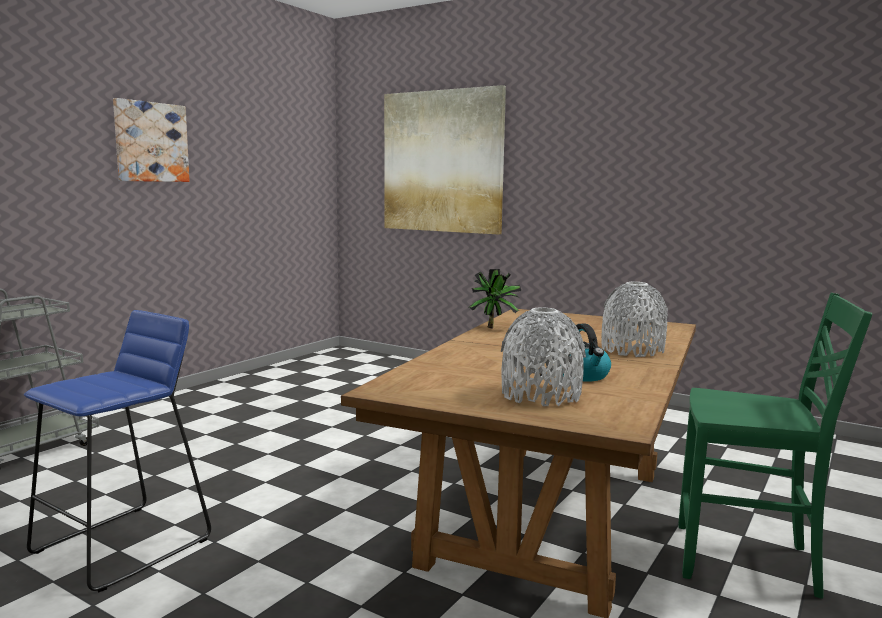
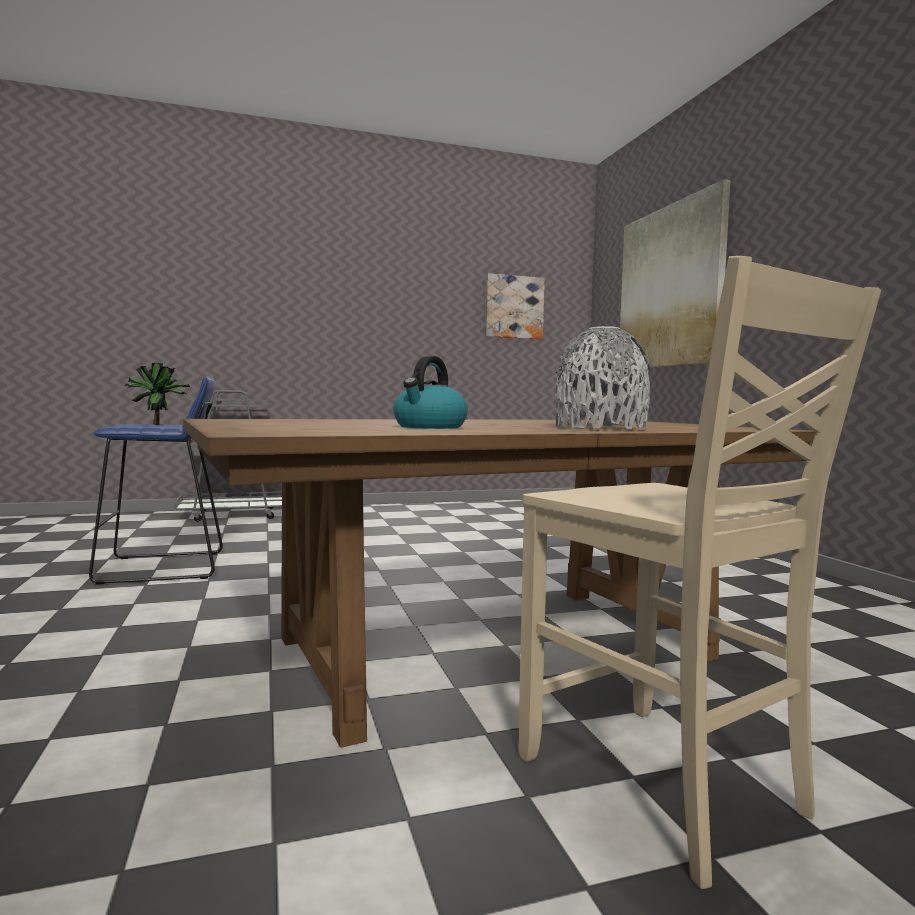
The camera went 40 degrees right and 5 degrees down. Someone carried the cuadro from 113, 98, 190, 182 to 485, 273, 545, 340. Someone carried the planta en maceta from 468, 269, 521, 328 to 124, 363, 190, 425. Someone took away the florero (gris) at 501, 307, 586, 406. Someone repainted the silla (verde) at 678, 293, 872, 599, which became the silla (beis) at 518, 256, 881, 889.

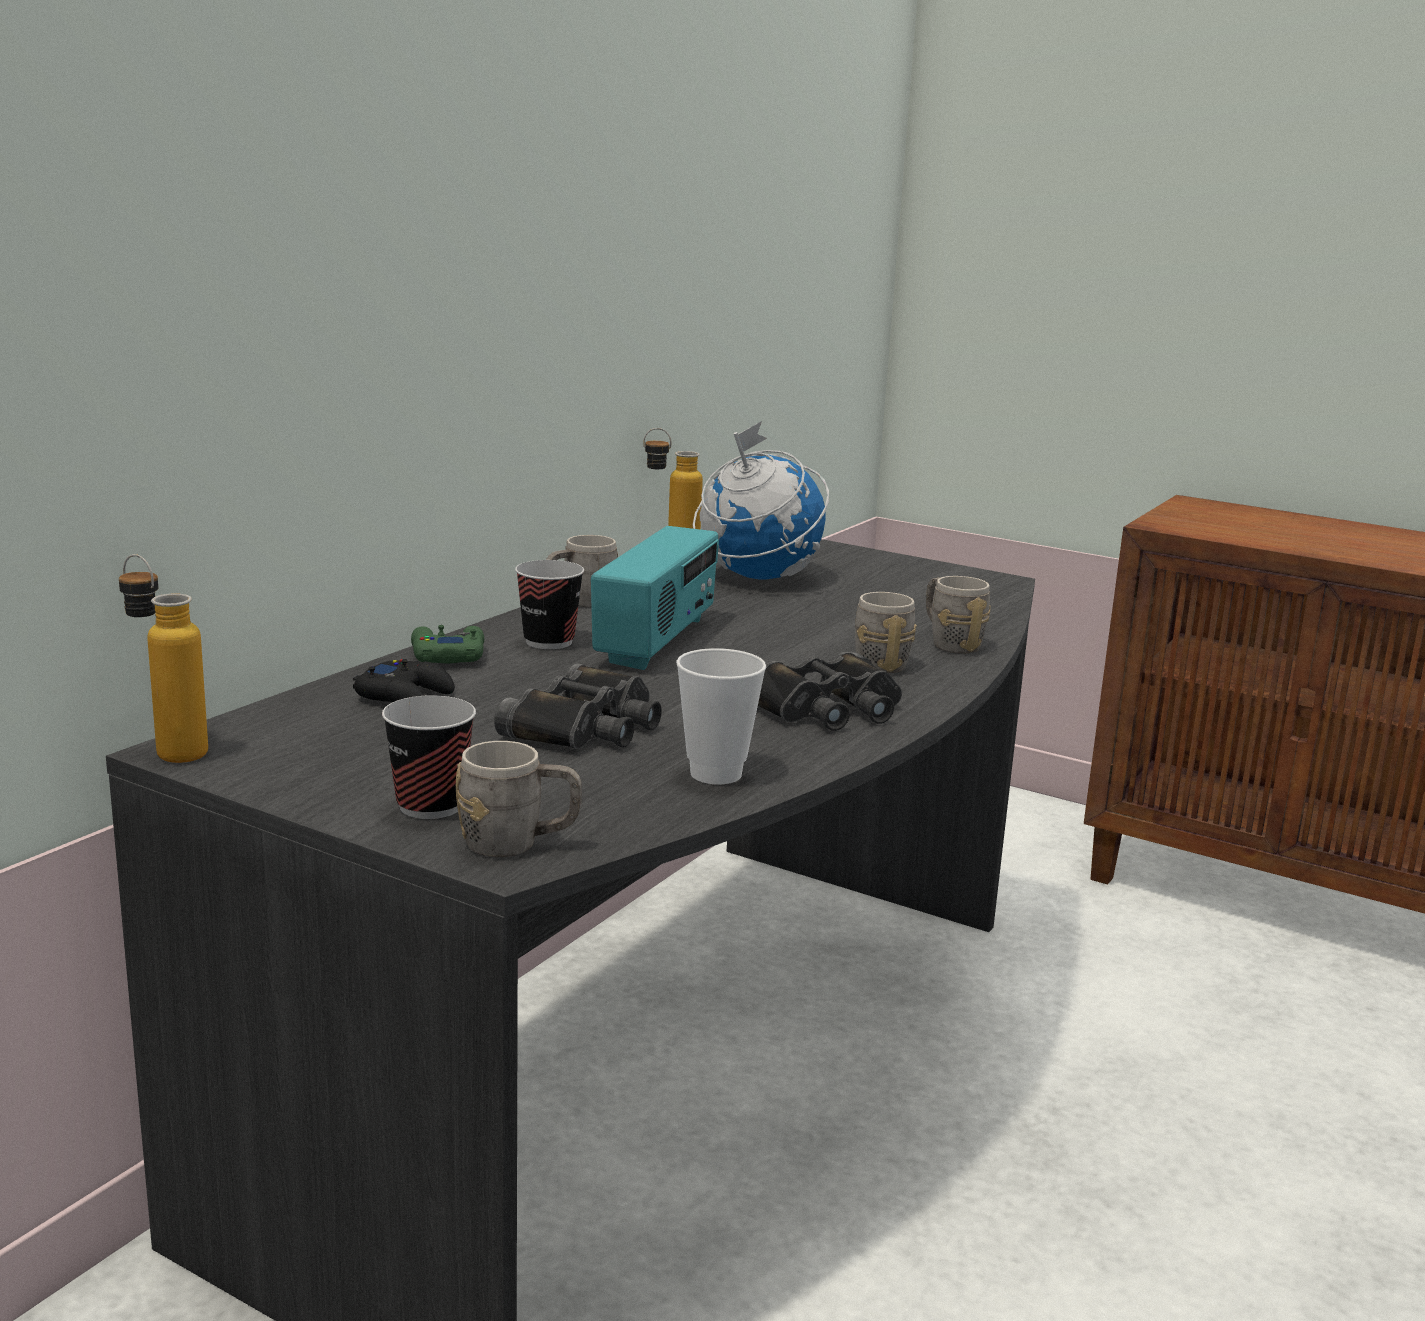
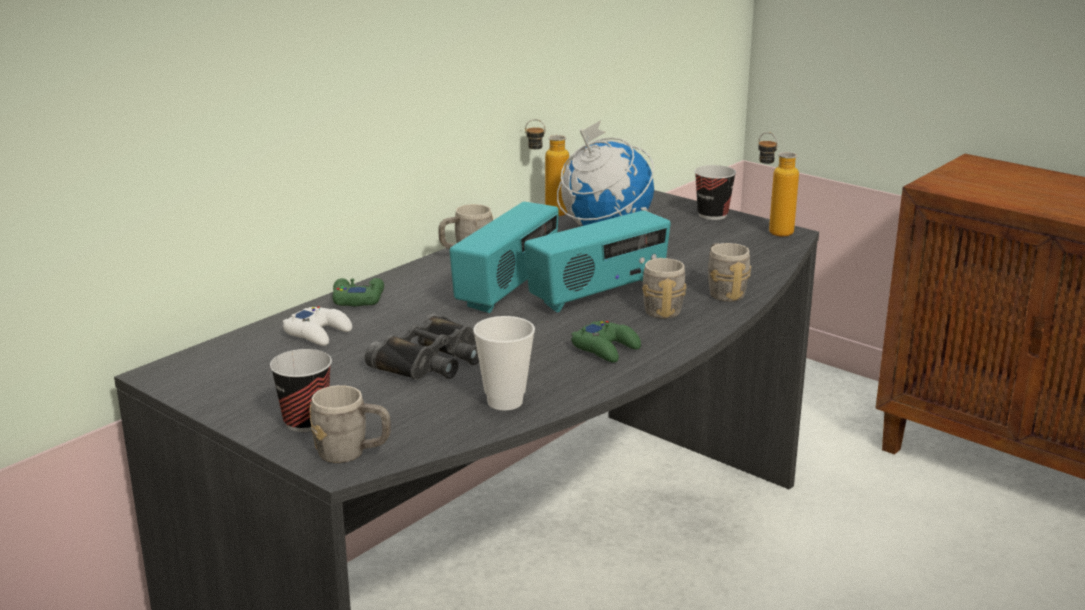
The camera went 10 degrees right and 5 degrees up. Someone carried the botella from 119, 554, 208, 763 to 758, 132, 799, 237. Someone repainted the mando de consola (negro) at 353, 659, 455, 702, which became the mando de consola (blanco) at 283, 307, 352, 346. Someone carried the taza from 515, 560, 584, 649 to 694, 165, 736, 220. Someone swapped the prismáticos (negro) at 758, 652, 902, 731 for the mando de consola (verde) at 571, 321, 641, 363. Someone put down the radio at 524, 210, 671, 313.

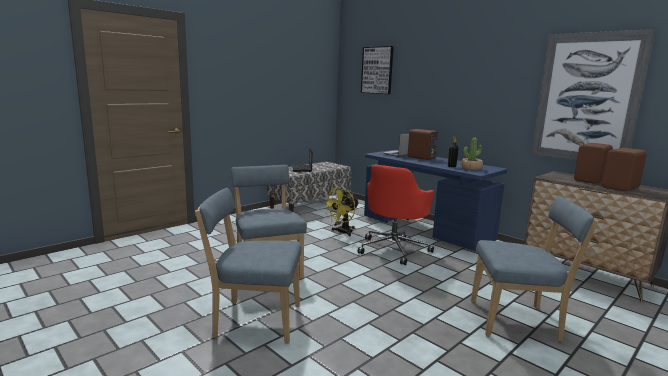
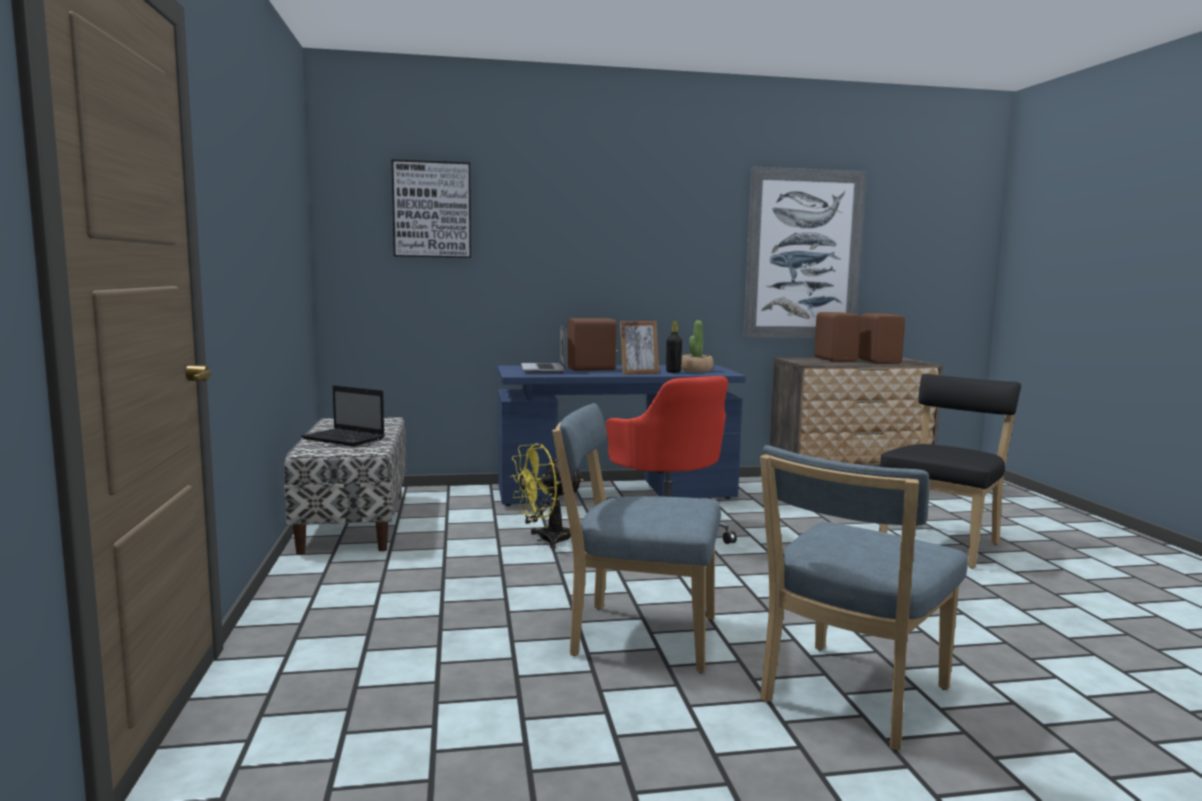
The camera went 55 degrees left and 5 degrees down. Someone rotated the ventilador (amarillo) at 323, 187, 359, 236 by 75 degrees clockwise. Someone repainted the silla (azul) at 471, 196, 598, 342, which became the silla (negro) at 879, 374, 1021, 569. Someone put down the portarretratos at 620, 321, 659, 375.

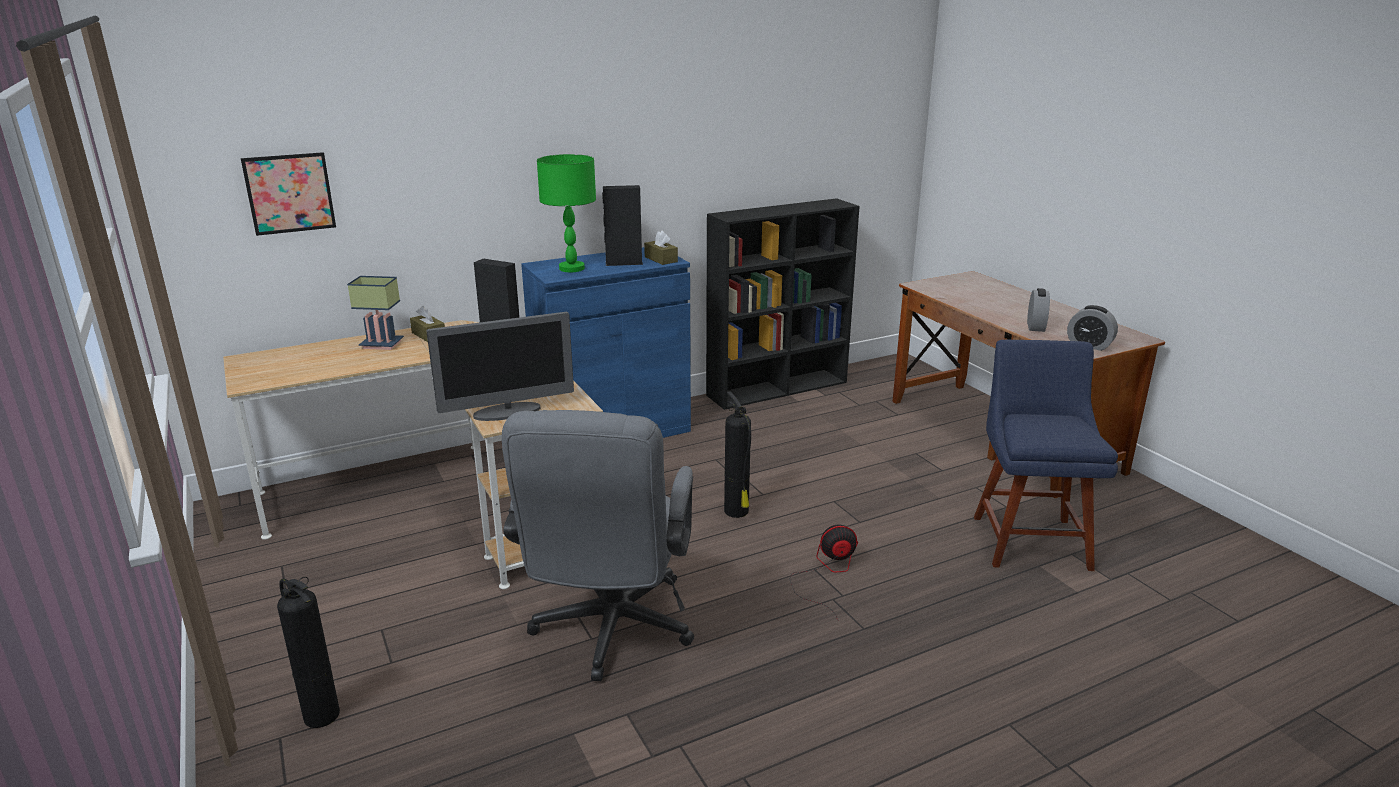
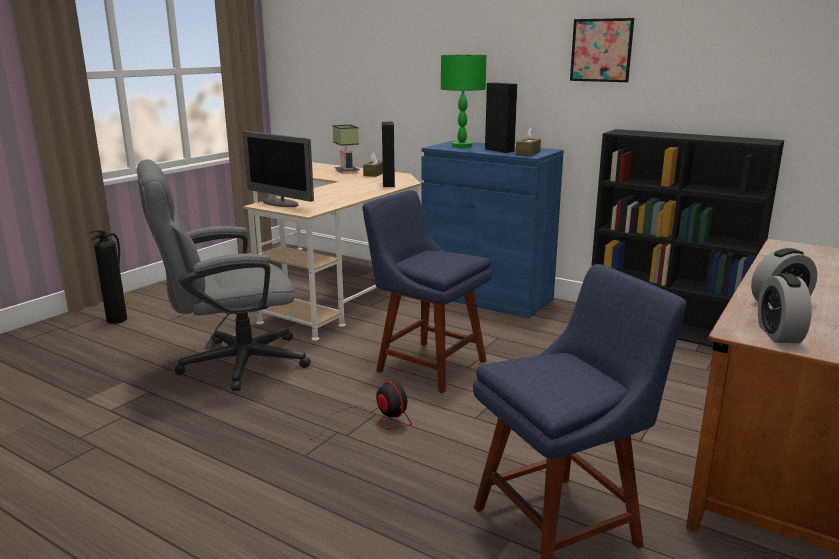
The camera went 60 degrees right and 5 degrees down. Someone carried the cuadro from 241, 152, 336, 236 to 570, 18, 634, 82. Someone swapped the extintor at 724, 391, 751, 518 for the silla (azul) at 362, 190, 492, 393.

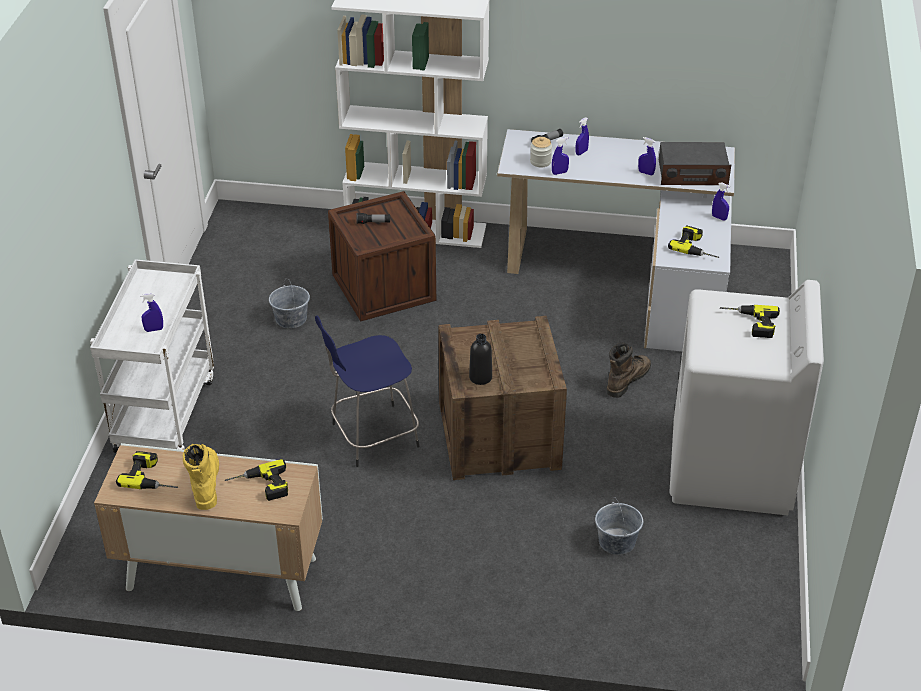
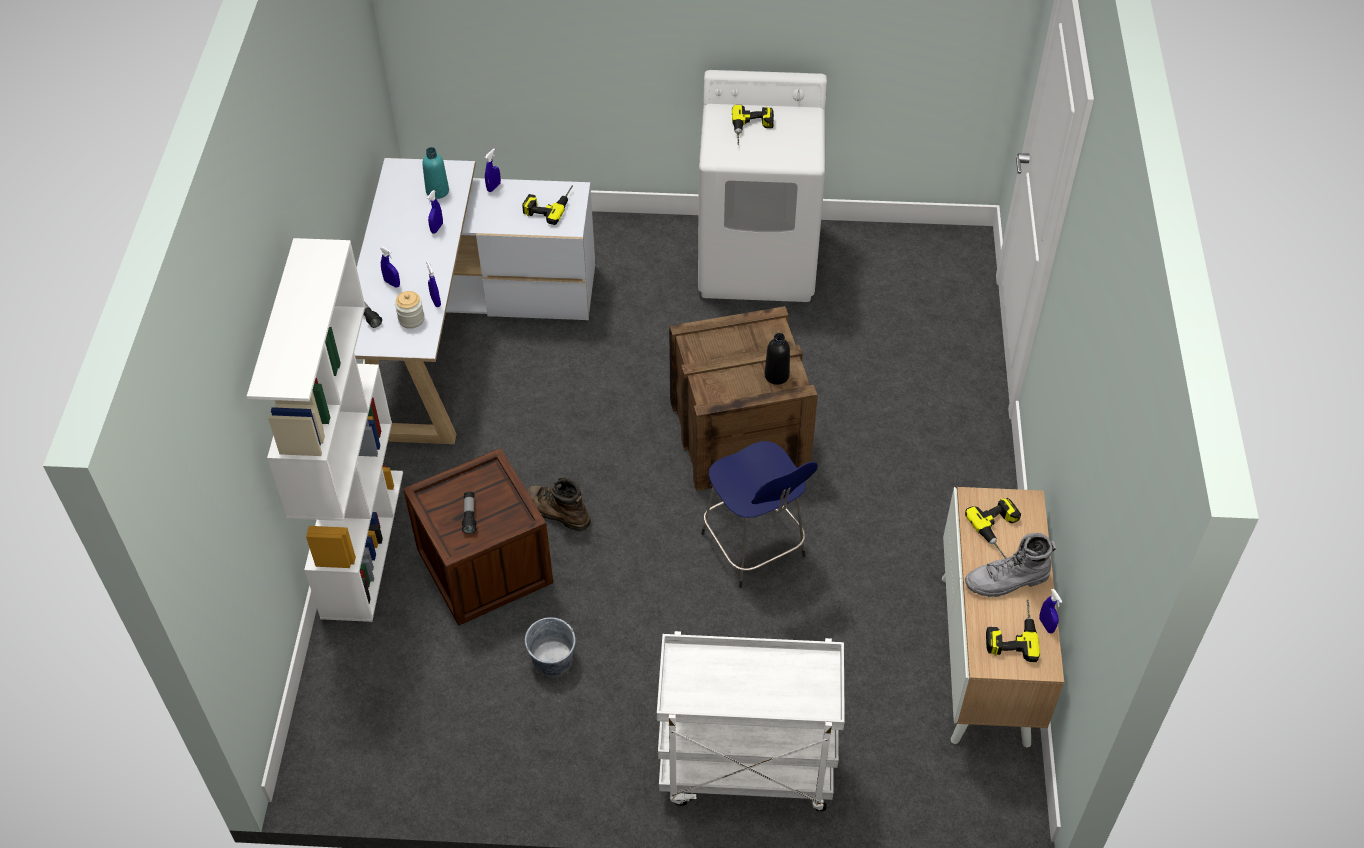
The camera went 95 degrees left and 10 degrees up. Someone carried the pulverizador (azul) from 140, 293, 163, 332 to 1039, 589, 1062, 633. Someone repainted the bota (amarillo) at 183, 444, 219, 510, which became the bota (gris) at 965, 533, 1056, 597. Someone took away the cubo (gris) at 595, 497, 643, 555. Someone carried the bota (marrón) from 607, 343, 651, 398 to 527, 477, 591, 531. Someone swapped the radio at 659, 142, 731, 185 for the botella (turquesa) at 422, 147, 449, 199.

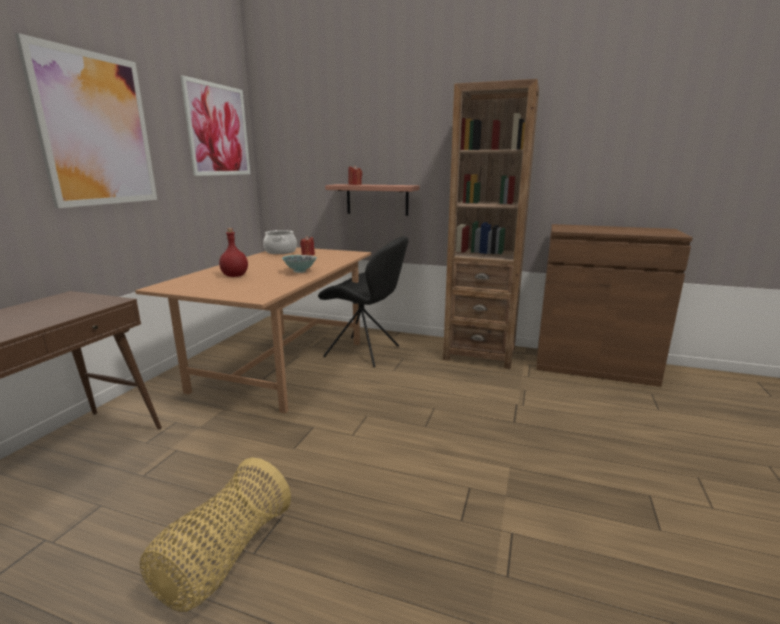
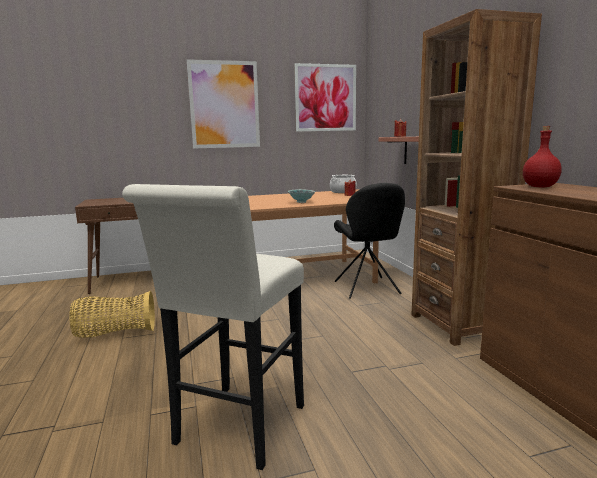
The camera went 55 degrees right and 5 degrees down. Someone carried the botella (rojo) from 219, 228, 248, 277 to 523, 126, 562, 187. Someone put down the taburete (blanco) at 122, 184, 304, 470.

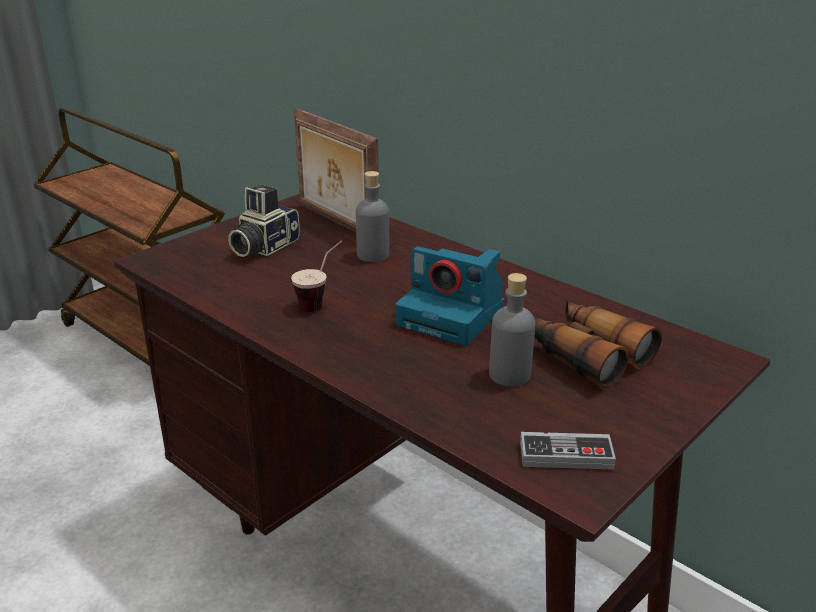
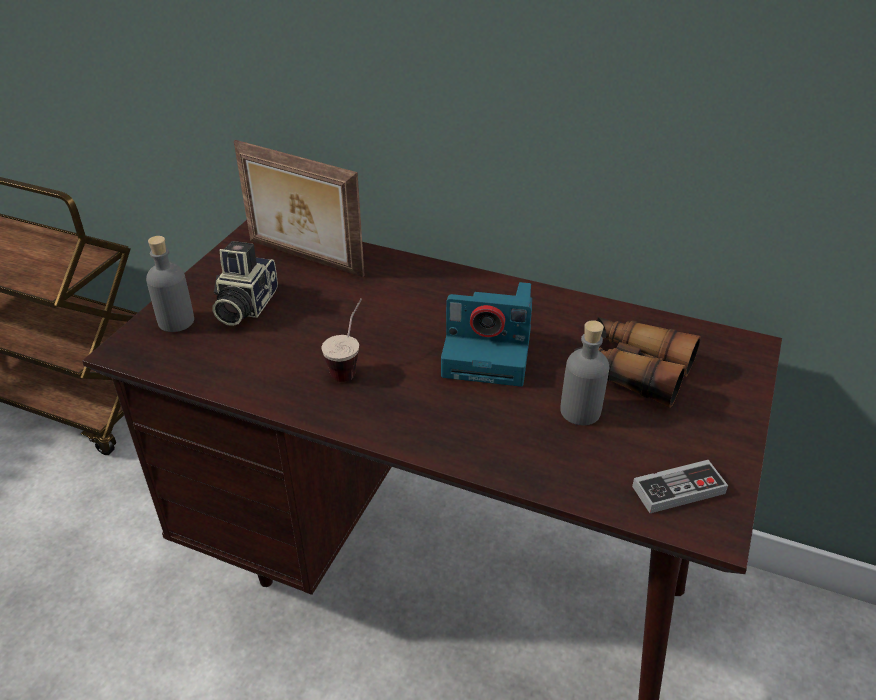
The camera went 20 degrees left and 10 degrees up. Someone carried the botella (gris) from 356, 171, 389, 262 to 146, 236, 194, 332.

